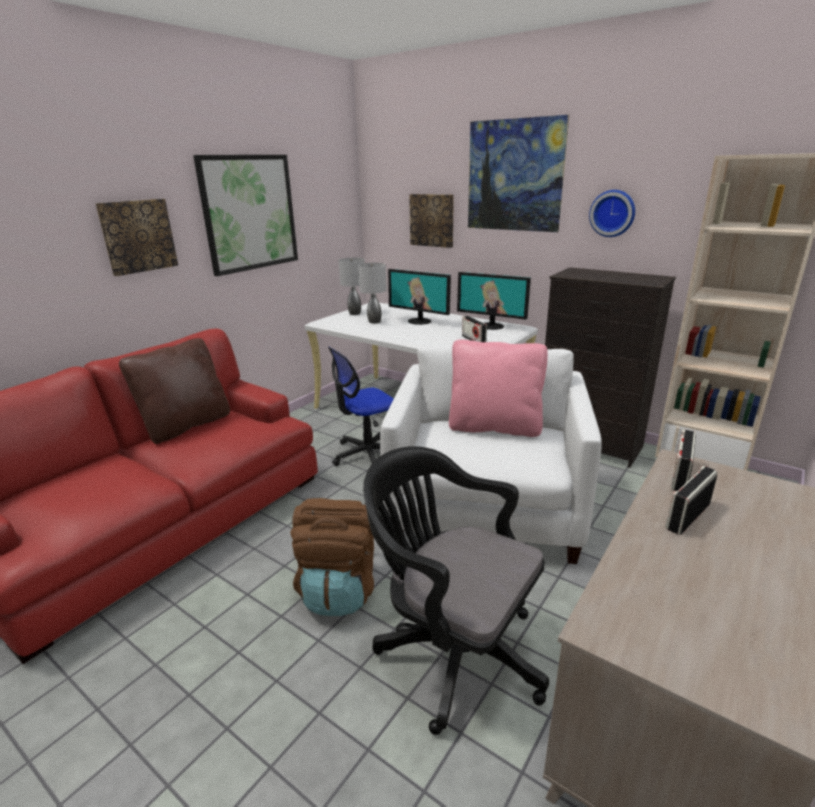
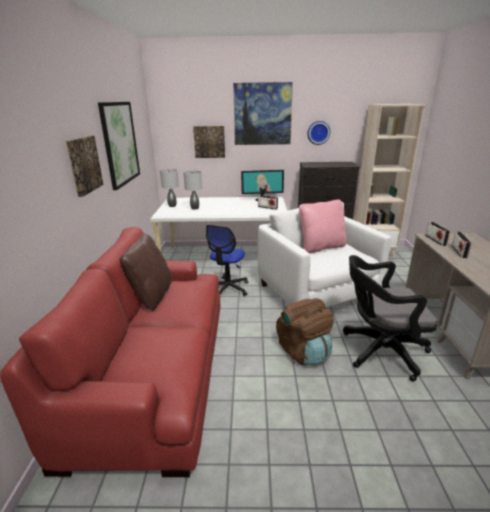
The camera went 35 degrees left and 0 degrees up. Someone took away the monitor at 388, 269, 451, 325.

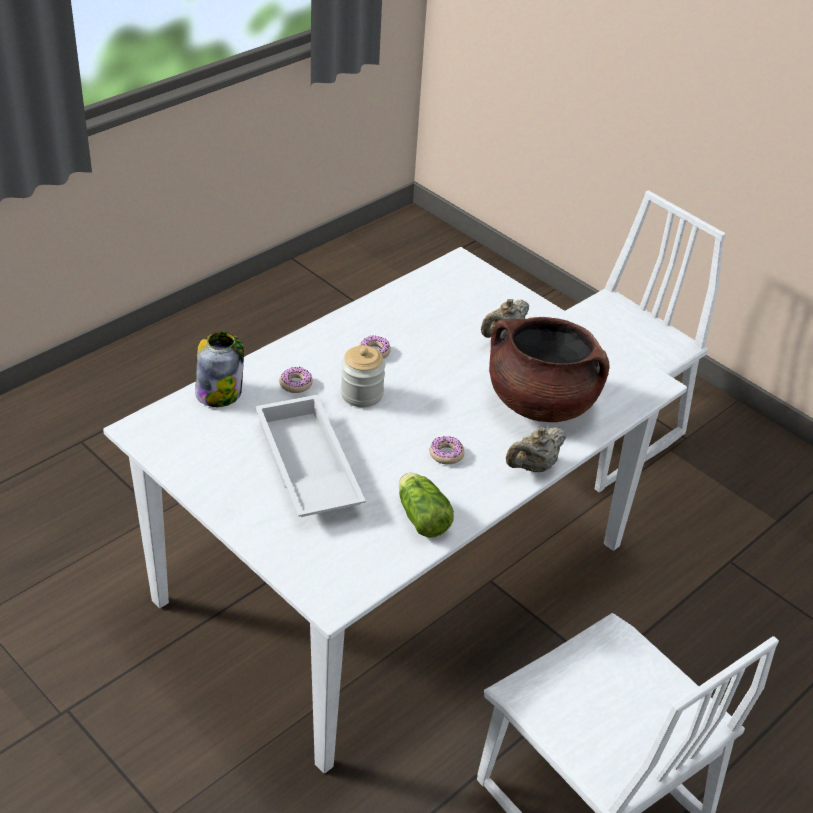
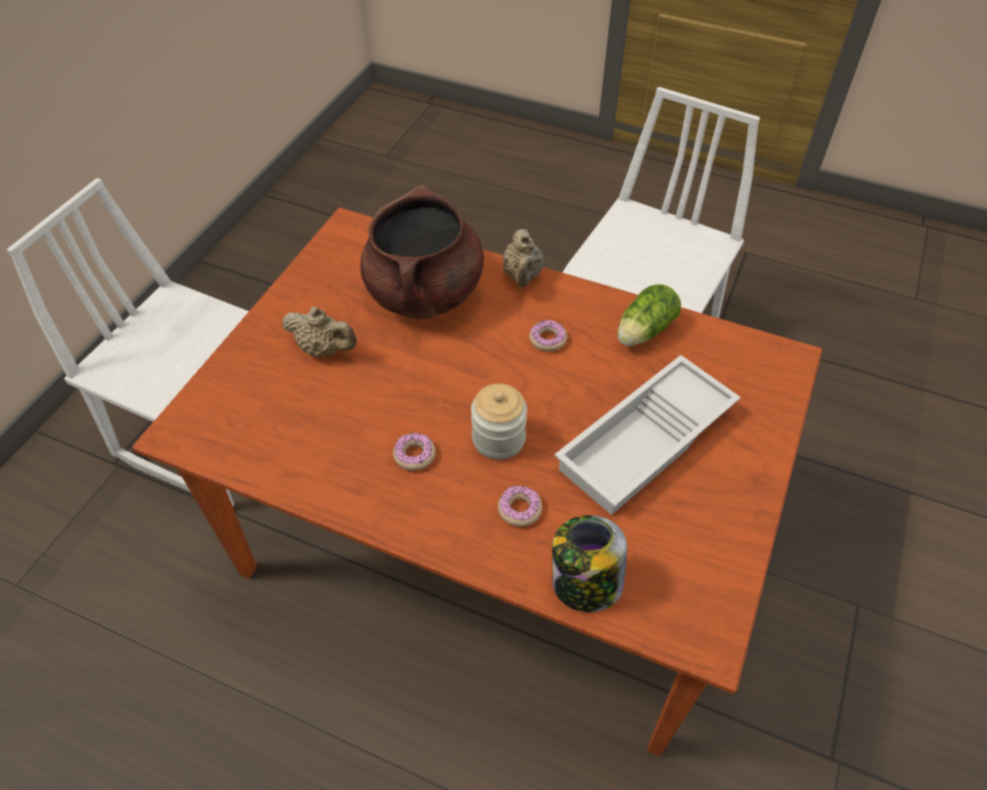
The camera went 110 degrees left and 10 degrees up. Someone repainted the mesa de comedor (blanco) at 103, 247, 687, 773, which became the mesa de comedor (marrón) at 133, 208, 822, 757. Someone rotated the tetera (beis) at 506, 427, 566, 472 by 60 degrees clockwise.

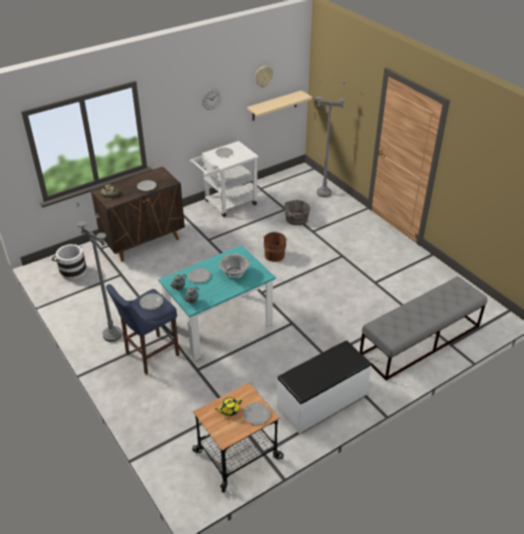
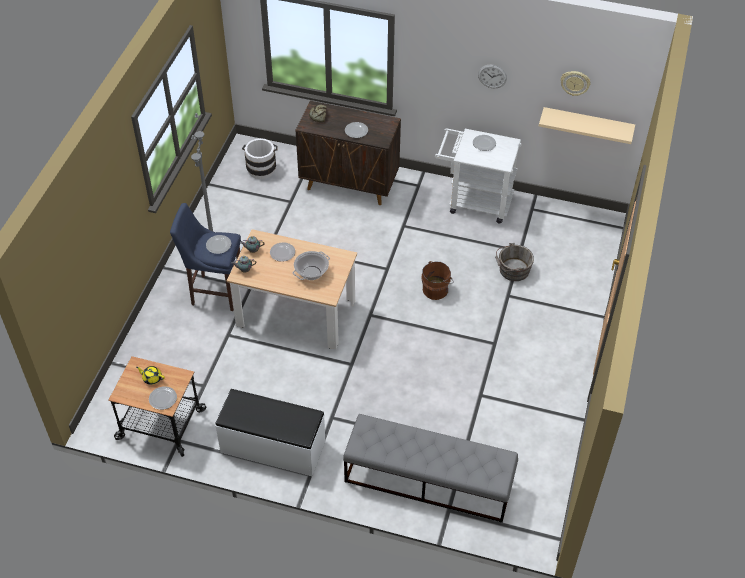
The camera went 50 degrees right and 10 degrees up. Someone repainted the mesa de comedor (turquesa) at 158, 245, 276, 361, which became the mesa de comedor (beis) at 226, 229, 357, 349. Someone took away the lámpara de pie (gris) at 316, 78, 346, 197.

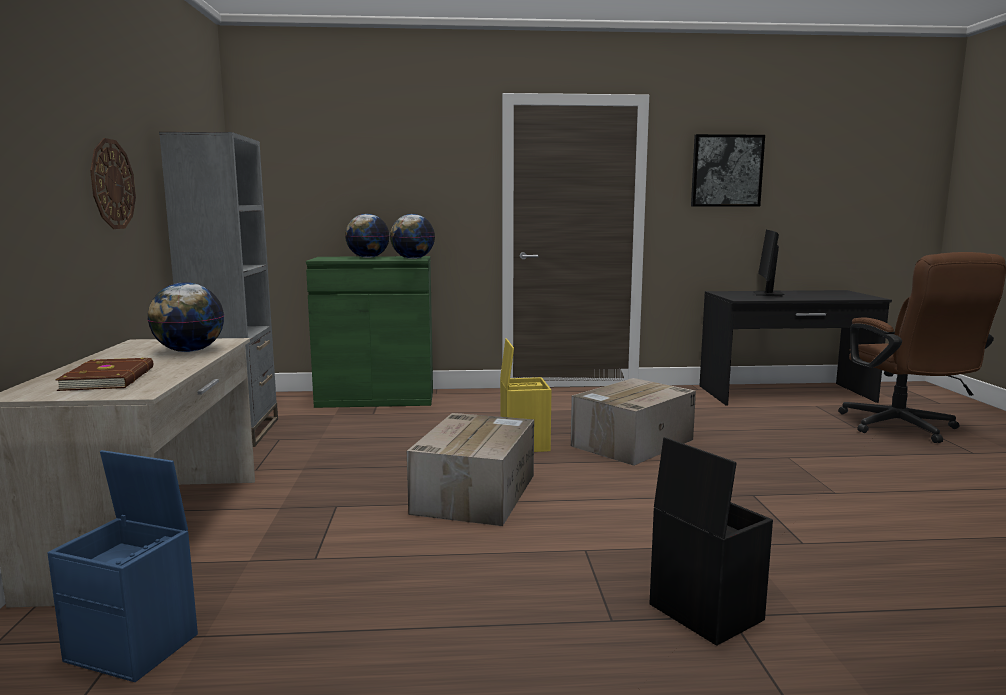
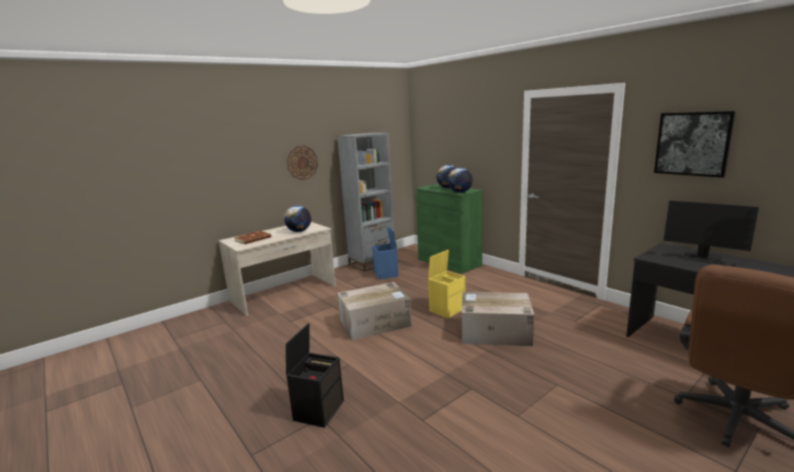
The camera went 55 degrees right and 5 degrees up. Someone carried the caja de almacenaje (azul) from 48, 450, 198, 682 to 372, 226, 399, 280. Someone rotated the monitor at 753, 230, 784, 296 by 120 degrees counterclockwise.

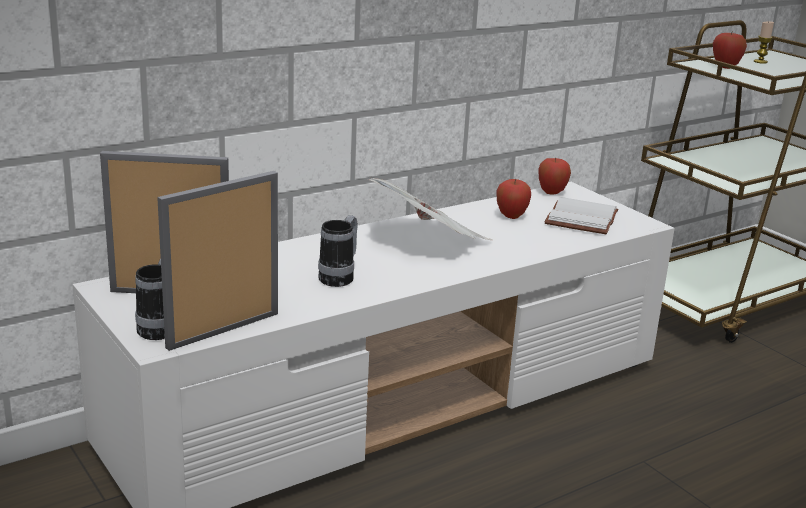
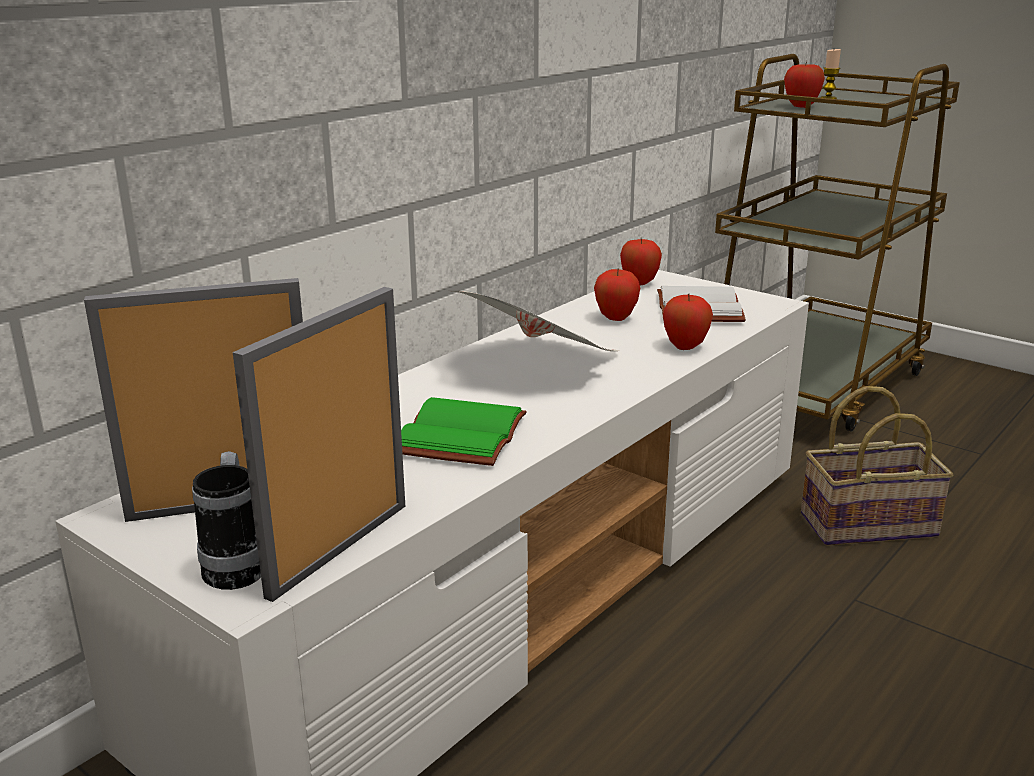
The camera went 15 degrees left and 0 degrees up. Someone swapped the taza grande at 318, 215, 358, 287 for the libro (verde) at 401, 397, 527, 466. Someone put down the manzana at 663, 294, 713, 350. Someone put down the cesta at 801, 386, 953, 545.

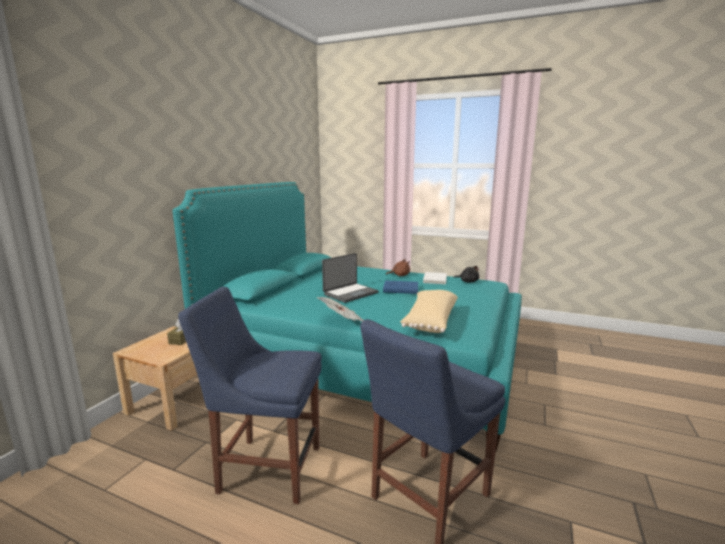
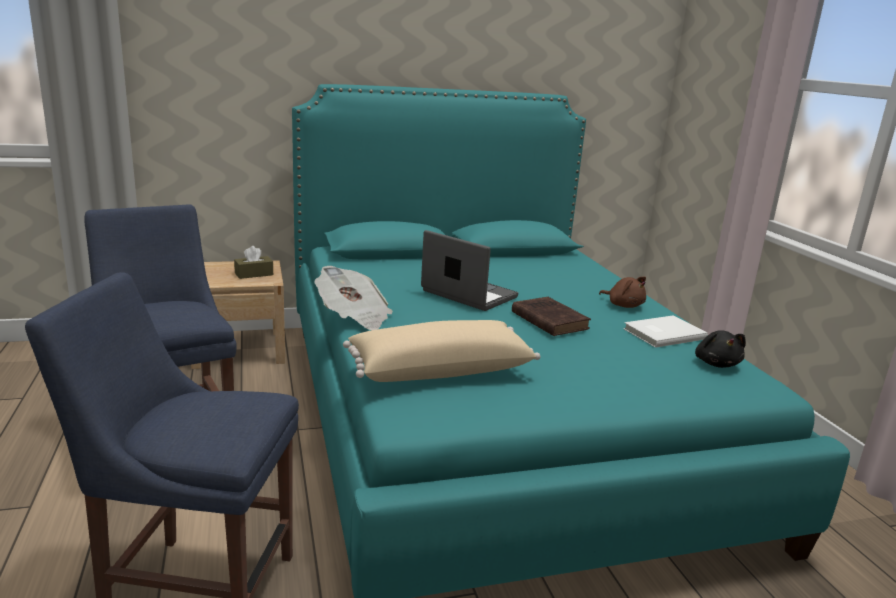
The camera went 50 degrees right and 5 degrees up. Someone rotated the portátil at 322, 253, 378, 303 by 150 degrees counterclockwise. Someone repainted the libro (azul) at 383, 280, 418, 294, which became the libro (marrón) at 512, 297, 591, 336.

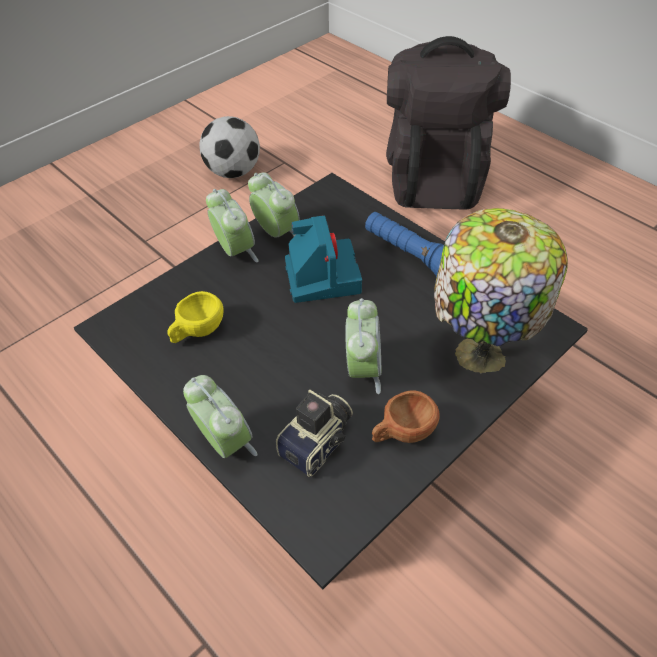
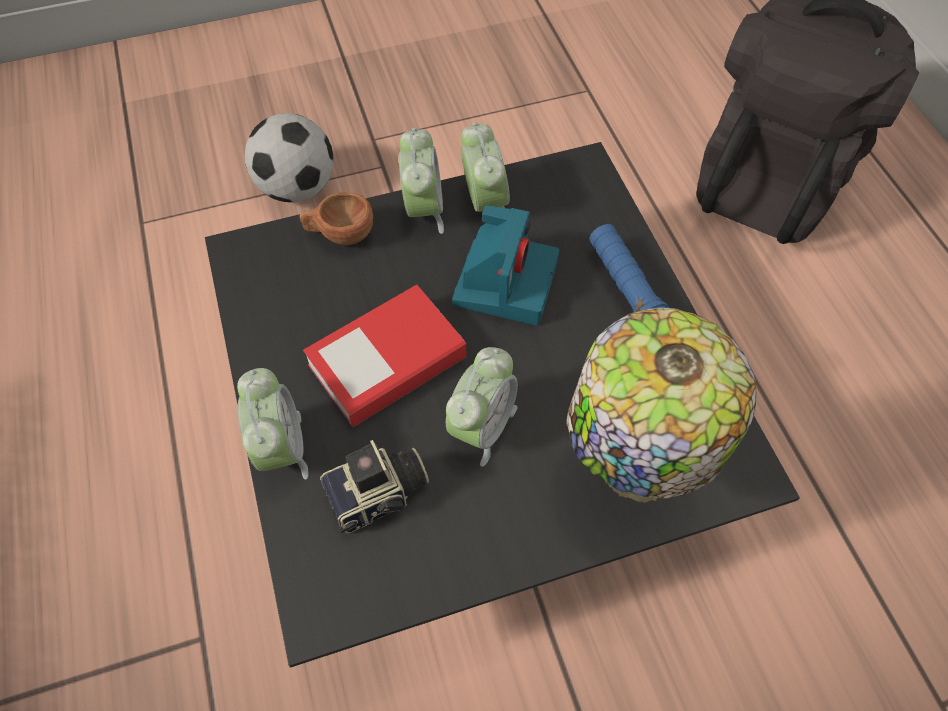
The camera went 25 degrees right and 10 degrees up. Someone took away the taza (amarillo) at 168, 291, 224, 343. Someone carried the balón de fútbol from 200, 116, 260, 178 to 245, 113, 334, 202. Someone carried the taza (marrón) from 372, 390, 440, 443 to 299, 193, 373, 245. Someone put down the libro at 303, 285, 466, 427.

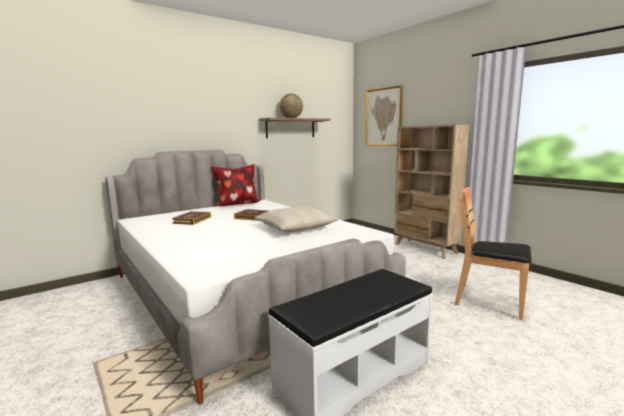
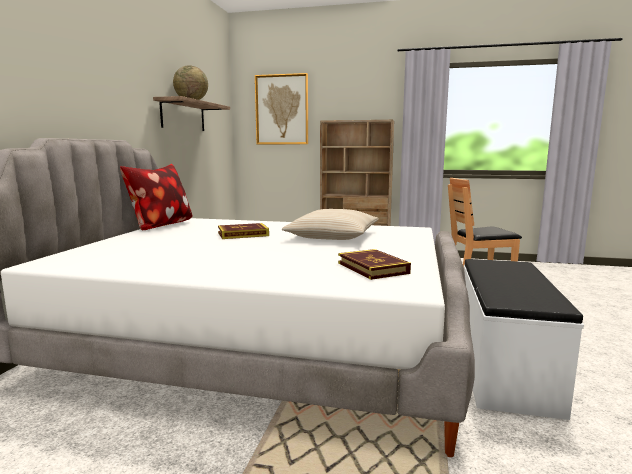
The camera went 40 degrees left and 0 degrees up. Someone carried the libro from 172, 211, 211, 225 to 338, 249, 411, 280.

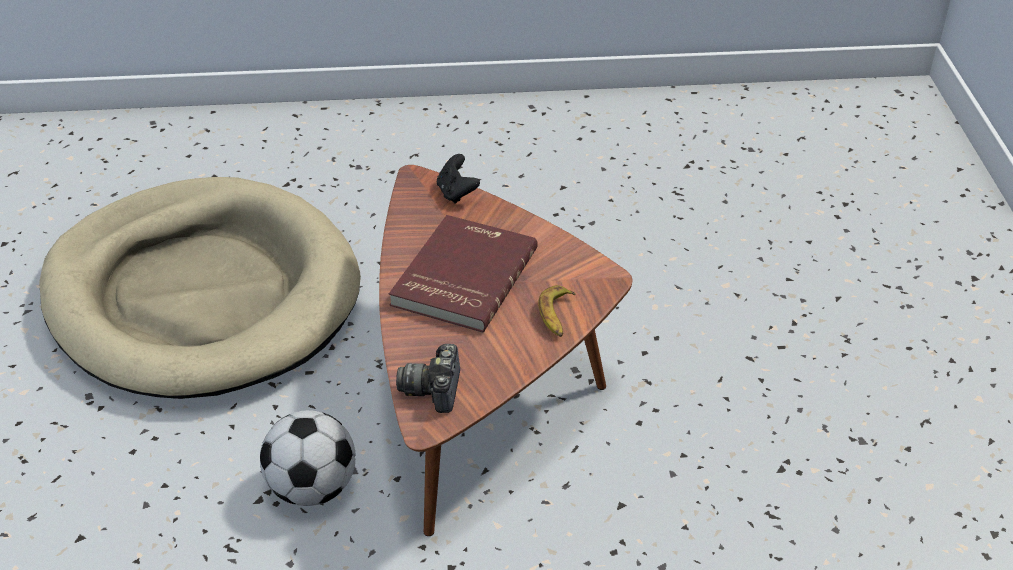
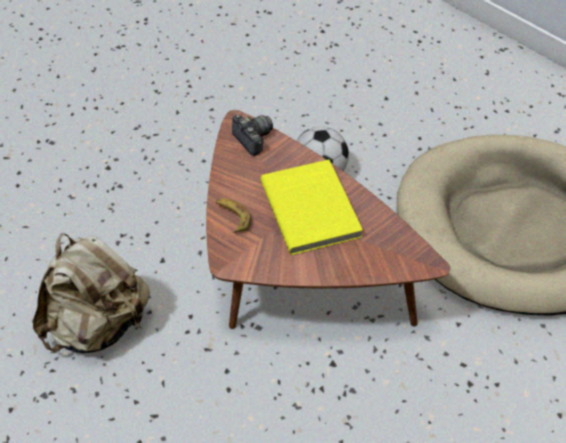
The camera went 140 degrees right and 10 degrees up. Someone repainted the libro (rojo) at 389, 215, 538, 333, which became the libro (amarillo) at 261, 160, 363, 255. Someone took away the mando de consola (negro) at 437, 154, 480, 204. Someone put down the mochila (beis) at 33, 233, 150, 353.

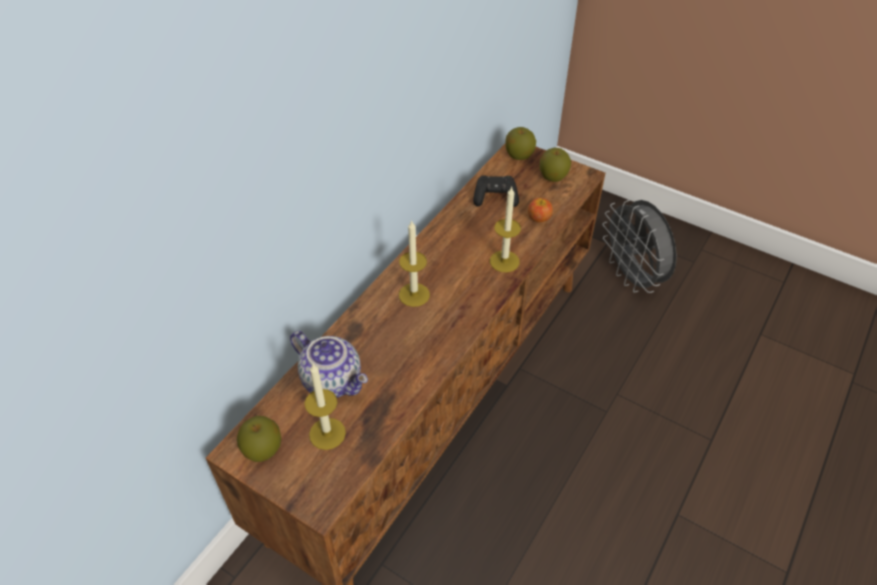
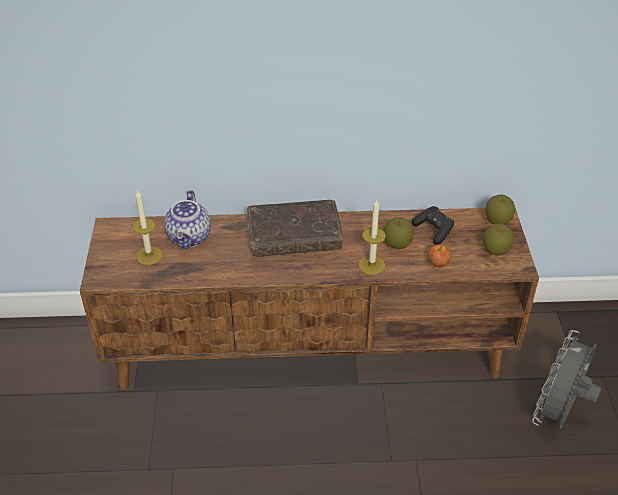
The camera went 55 degrees right and 5 degrees down. Someone carried the manzana from 237, 416, 281, 462 to 383, 217, 414, 249. Someone swapped the vela at 399, 220, 430, 307 for the libro (marrón) at 247, 200, 343, 257.

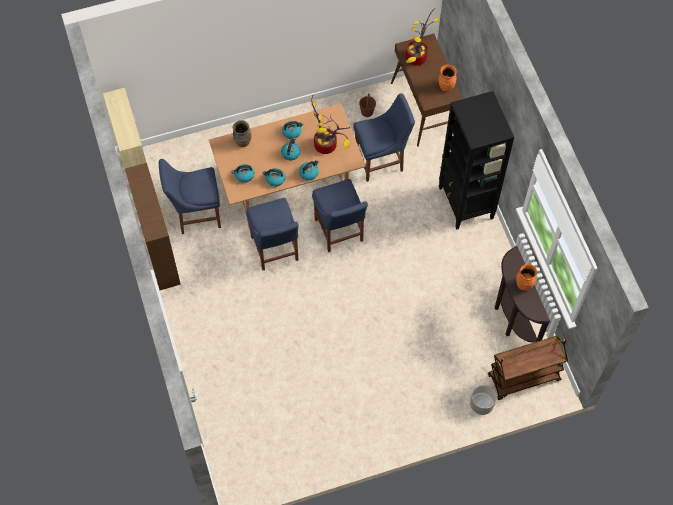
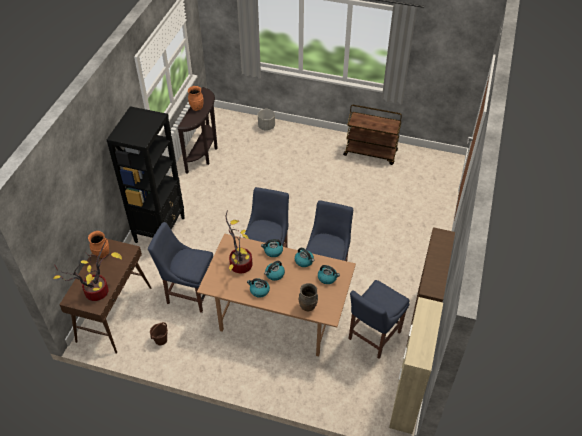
The camera went 145 degrees left and 15 degrees down. Someone rotated the silla (azul) at 159, 159, 221, 234 by 105 degrees clockwise. Someone carried the carrito (marrón) from 488, 336, 568, 400 to 343, 105, 402, 165.

